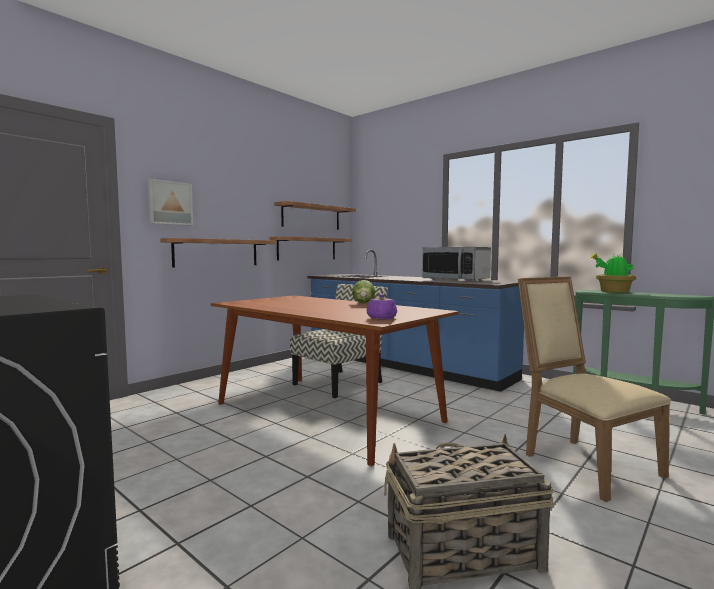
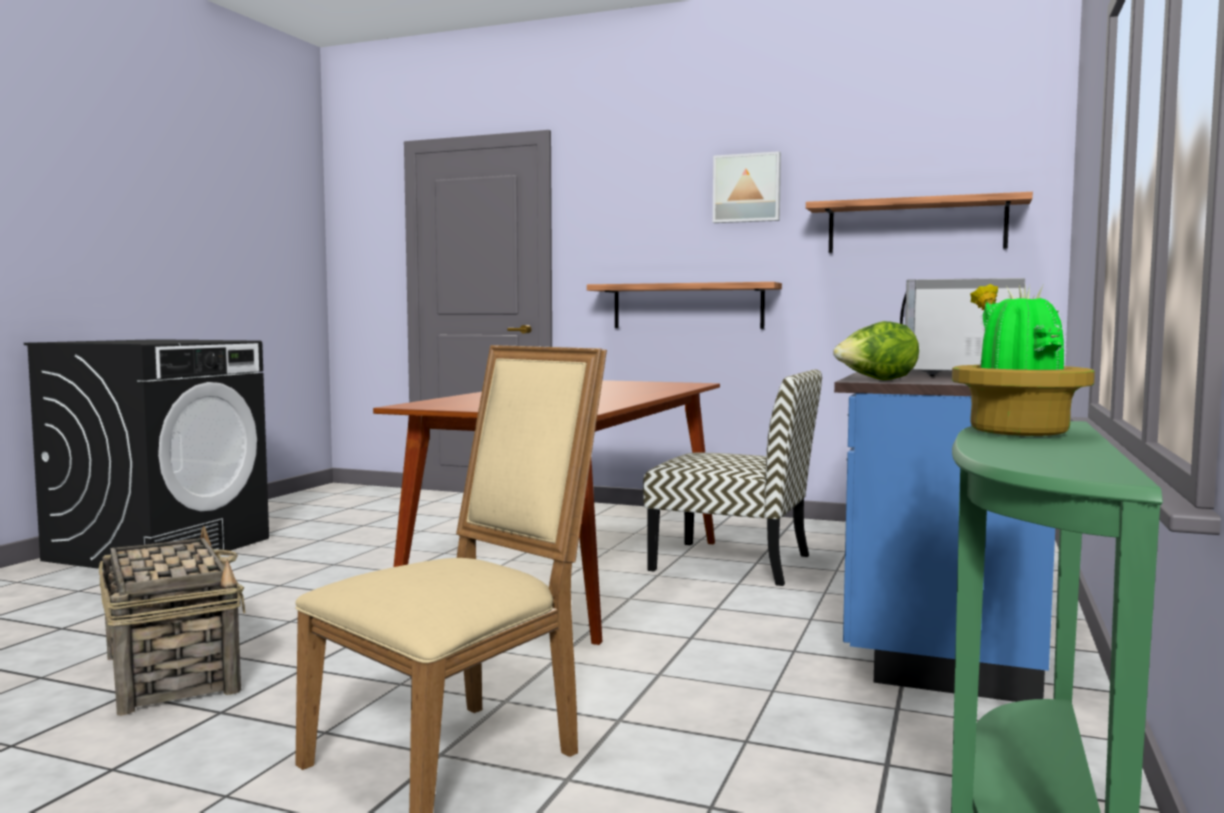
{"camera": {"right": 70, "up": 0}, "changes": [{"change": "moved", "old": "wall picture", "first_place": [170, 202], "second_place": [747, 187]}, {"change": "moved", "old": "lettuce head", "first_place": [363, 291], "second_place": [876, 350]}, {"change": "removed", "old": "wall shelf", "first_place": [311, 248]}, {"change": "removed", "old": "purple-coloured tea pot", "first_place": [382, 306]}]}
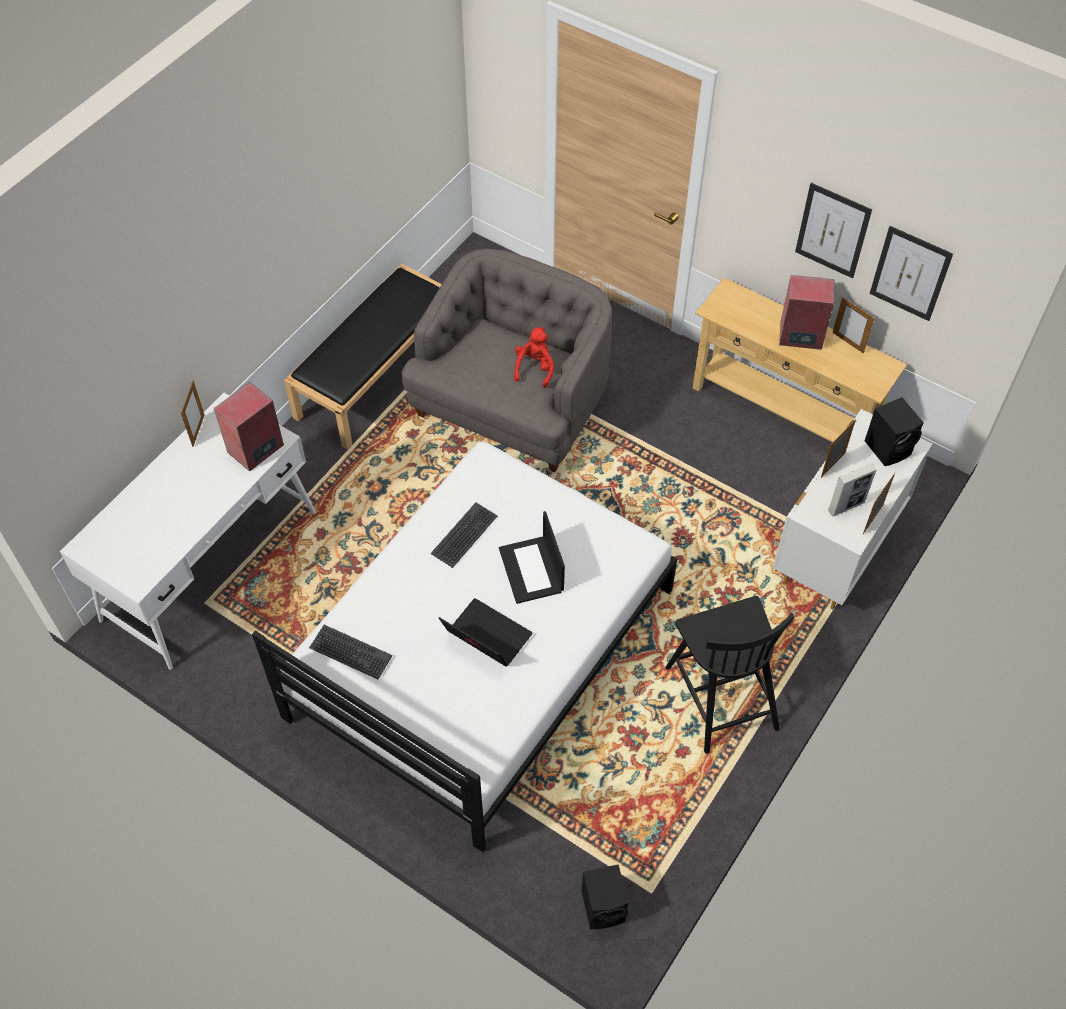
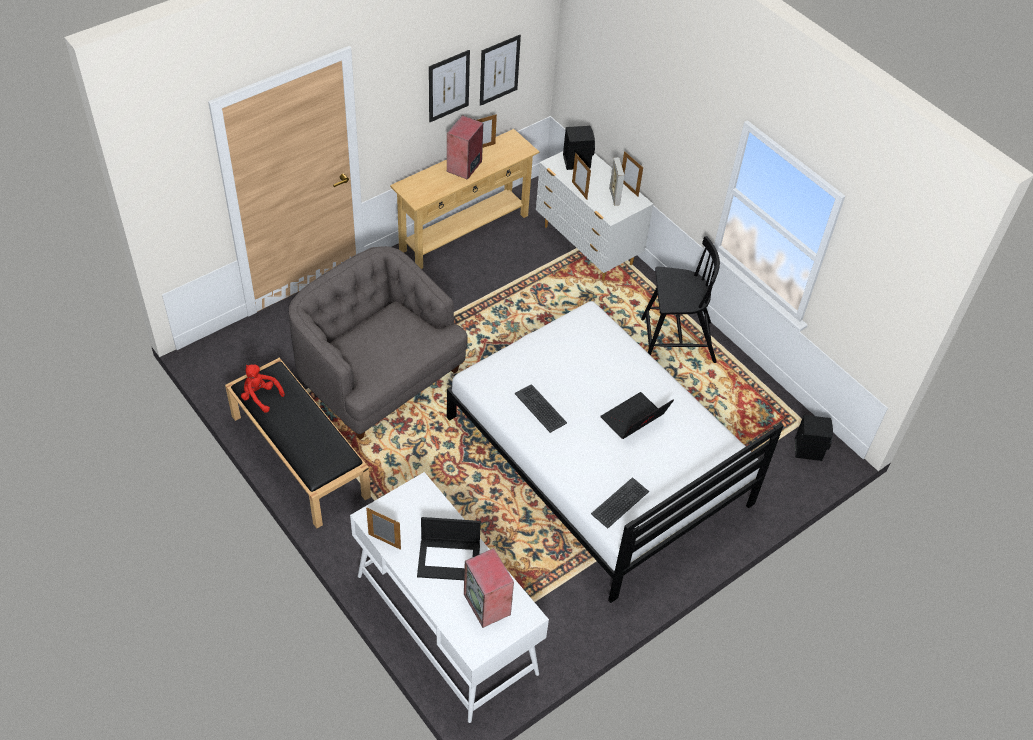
{"camera": {"right": -75, "up": -5}, "changes": [{"change": "moved", "old": "reddish soft toy", "first_place": [534, 357], "second_place": [263, 388]}, {"change": "moved", "old": "laptop", "first_place": [532, 557], "second_place": [449, 548]}, {"change": "moved", "old": "speaker", "first_place": [249, 427], "second_place": [489, 588]}]}
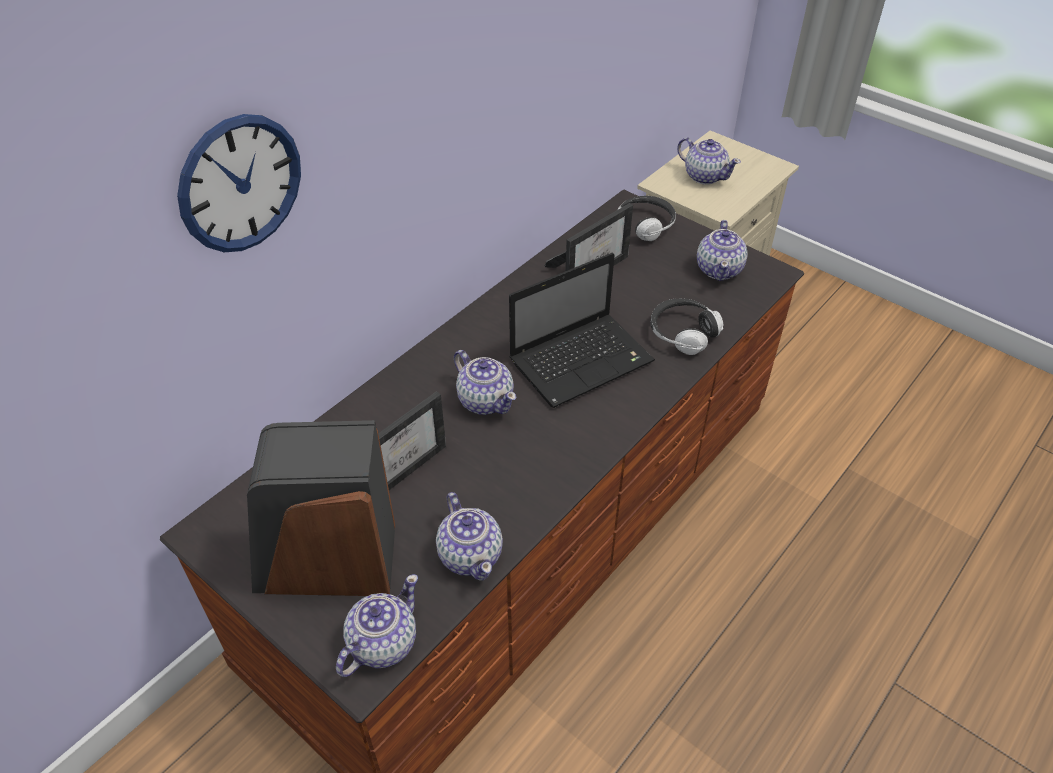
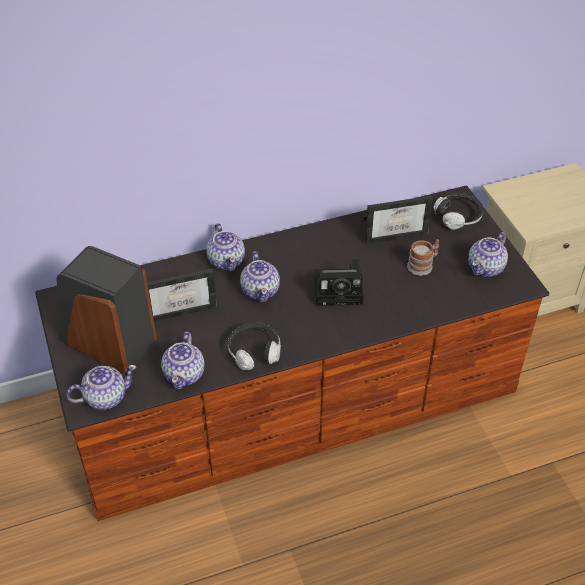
{"camera": {"right": 30, "up": 0}, "changes": [{"change": "moved", "old": "tea pot", "first_place": [709, 161], "second_place": [226, 247]}, {"change": "moved", "old": "pair of headphones", "first_place": [686, 326], "second_place": [254, 346]}, {"change": "replaced", "old": "laptop", "new": "still camera", "first_place": [582, 330], "second_place": [338, 282]}, {"change": "added", "new": "tea mug", "second_place": [423, 257]}, {"change": "removed", "old": "clock on the wall", "first_place": [239, 183]}]}
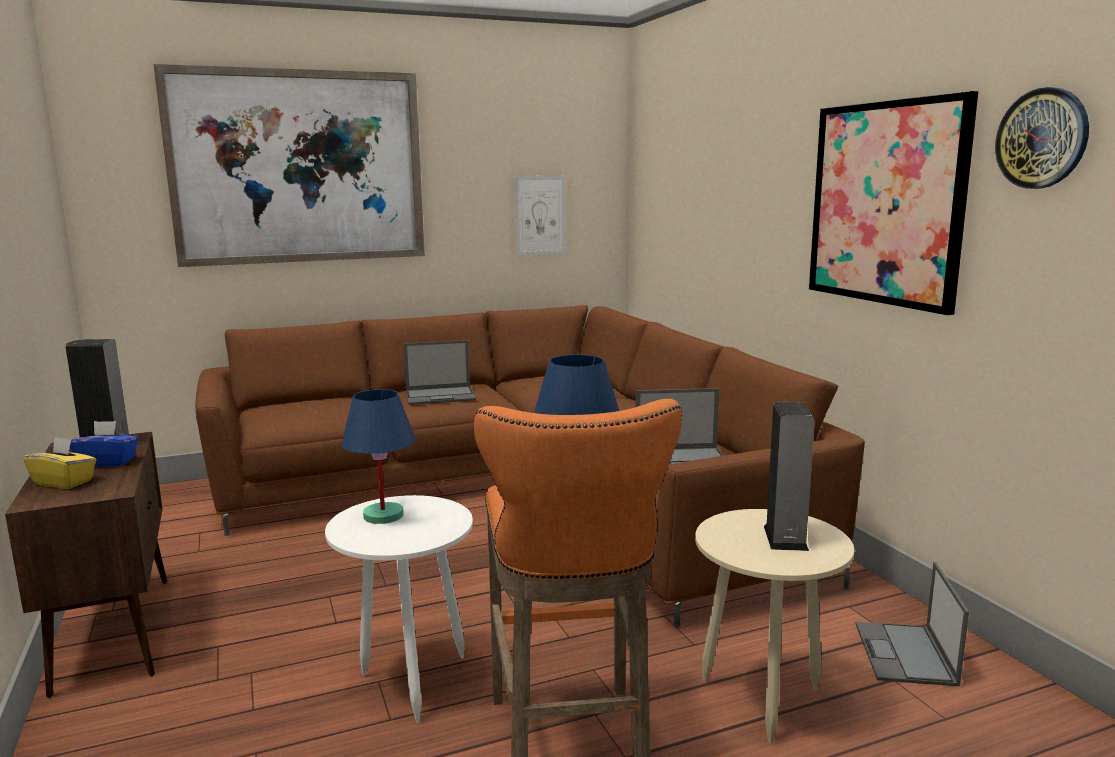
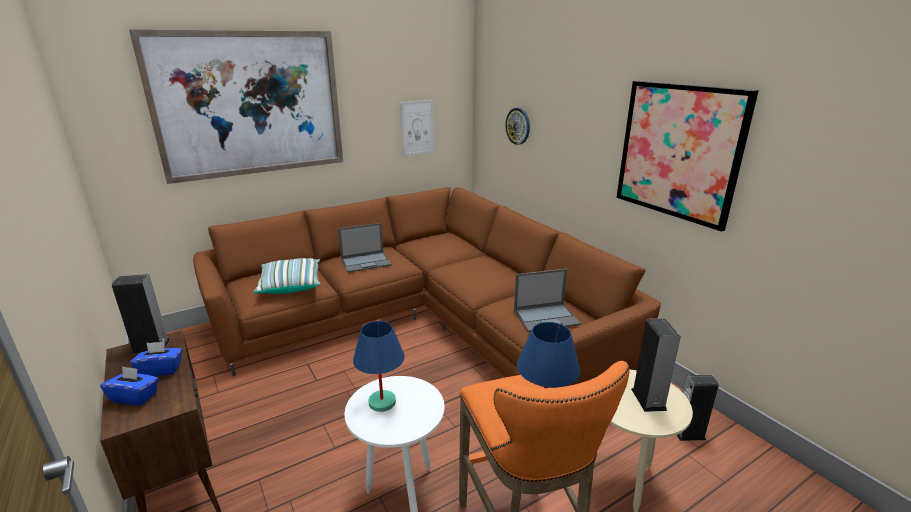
{"camera": {"right": -10, "up": 10}, "changes": [{"change": "recoloured", "old": "yellowish tissue box", "new": "blue-coloured tissue box", "first_place": [59, 463], "second_place": [129, 386]}, {"change": "added", "new": "pillow", "second_place": [287, 276]}, {"change": "moved", "old": "clock on the wall", "first_place": [1042, 138], "second_place": [517, 126]}, {"change": "replaced", "old": "laptop", "new": "speaker", "first_place": [912, 624], "second_place": [698, 408]}]}
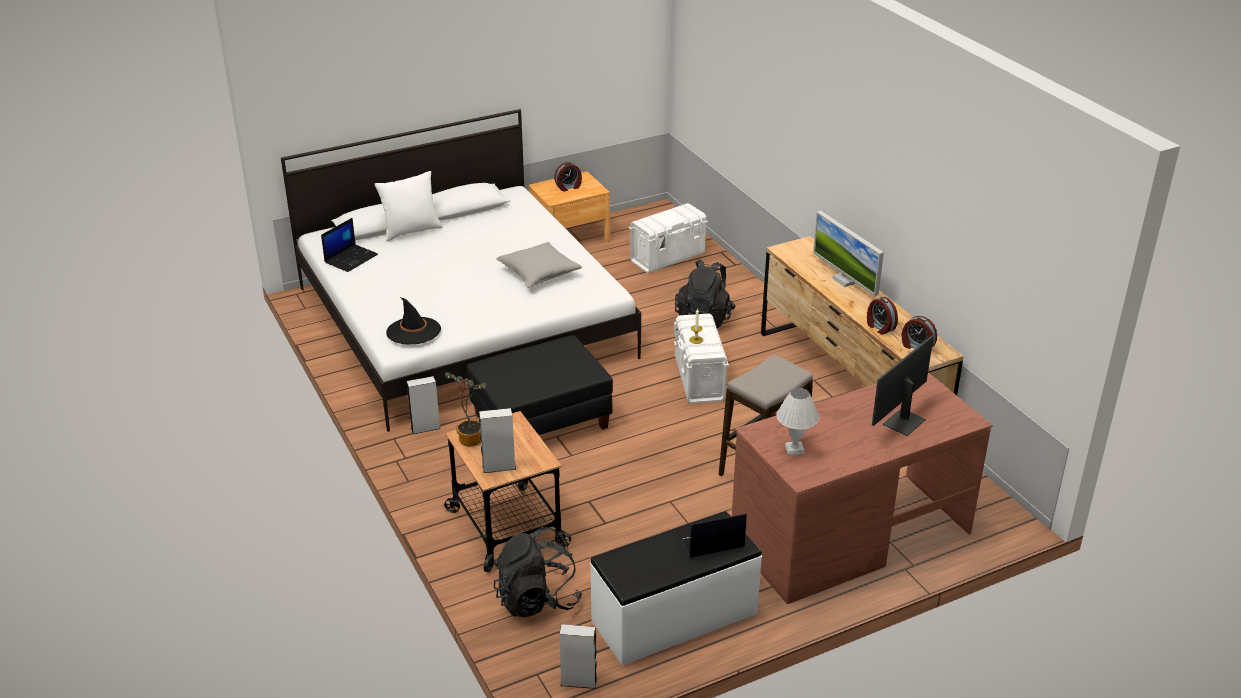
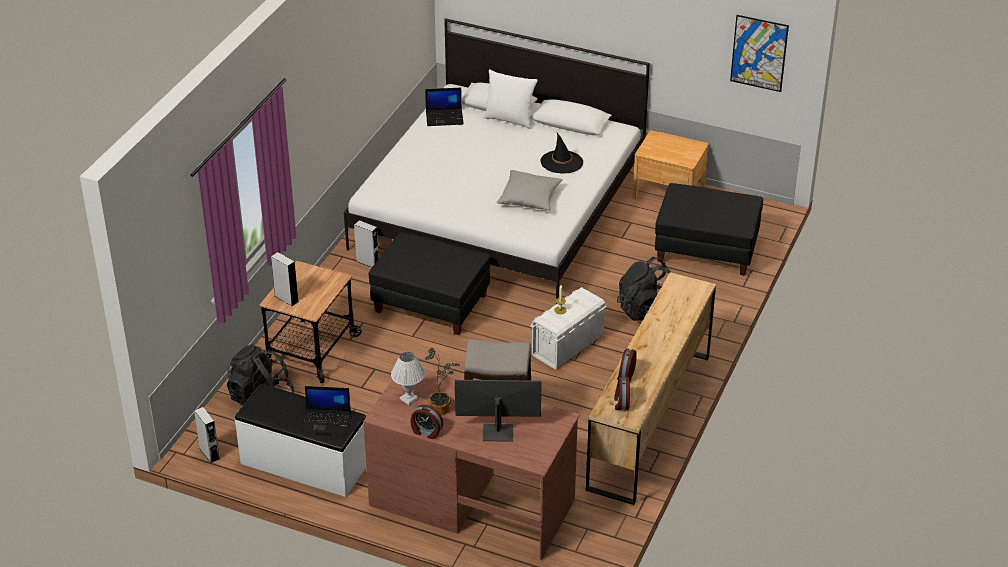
{"camera": {"right": 50, "up": 5}, "changes": [{"change": "turned", "old": "laptop", "first_place": [712, 535], "second_place": [326, 410], "degrees": 150}, {"change": "moved", "old": "bedside clock", "first_place": [568, 177], "second_place": [426, 422]}, {"change": "moved", "old": "houseplant", "first_place": [466, 409], "second_place": [442, 381]}, {"change": "moved", "old": "black-coloured clothing hat", "first_place": [413, 320], "second_place": [561, 153]}, {"change": "replaced", "old": "white-coloured storage box", "new": "black-coloured pouffe", "first_place": [668, 238], "second_place": [709, 229]}, {"change": "added", "new": "wall picture", "second_place": [759, 53]}, {"change": "removed", "old": "monitor", "first_place": [848, 254]}]}
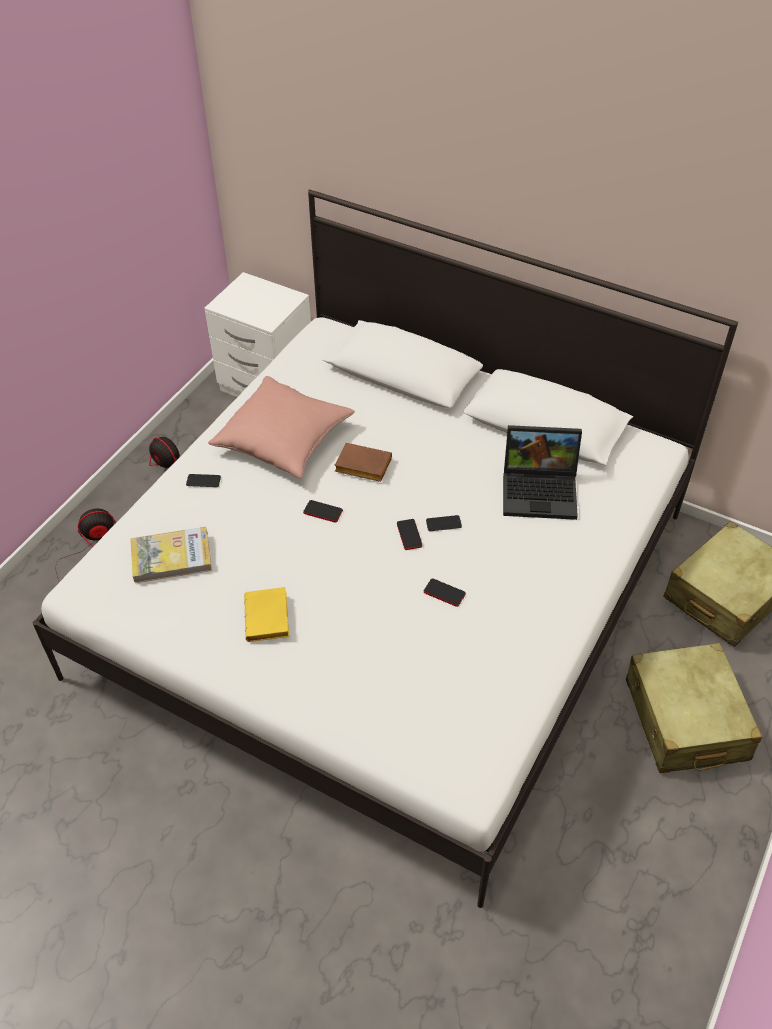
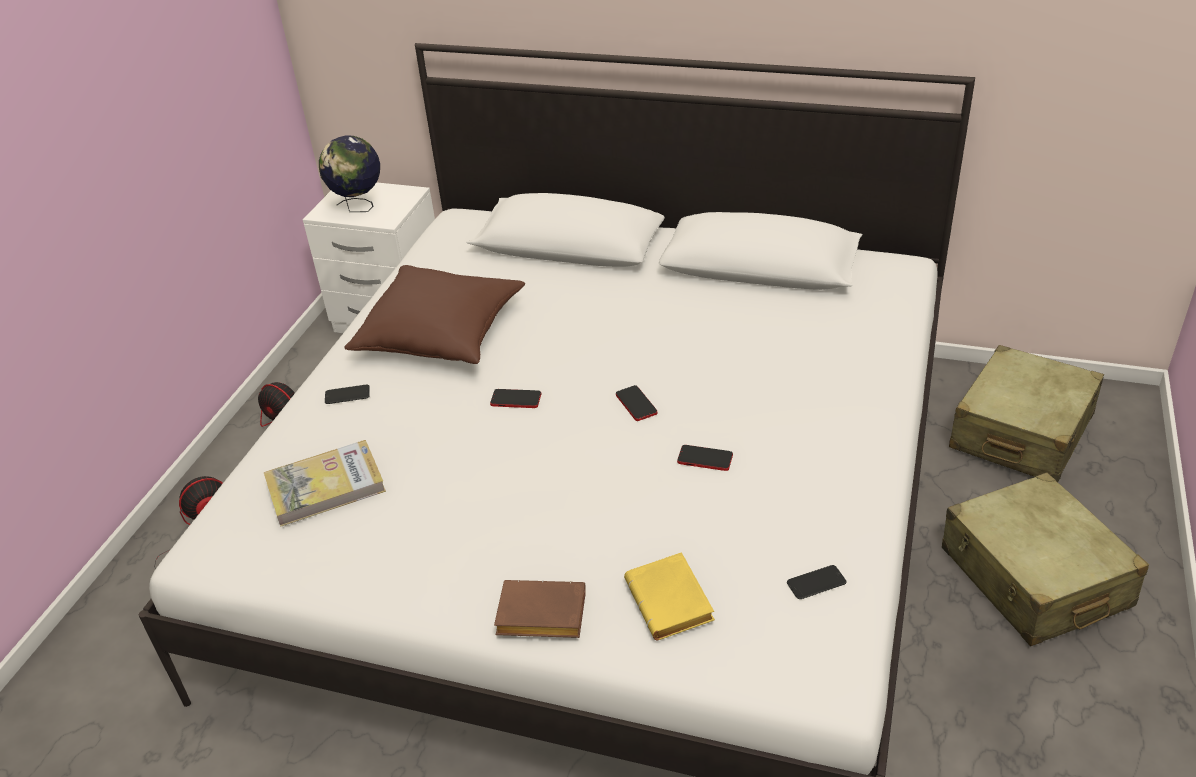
{"camera": {"right": -10, "up": -10}, "changes": [{"change": "added", "new": "world globe", "second_place": [349, 173]}, {"change": "recoloured", "old": "pink-coloured pillow", "new": "brownish pillow", "first_place": [281, 427], "second_place": [434, 314]}, {"change": "moved", "old": "brownish volume", "first_place": [363, 462], "second_place": [540, 609]}, {"change": "moved", "old": "yellowish volume", "first_place": [266, 614], "second_place": [669, 596]}, {"change": "moved", "old": "handset", "first_place": [444, 523], "second_place": [816, 582]}, {"change": "removed", "old": "laptop", "first_place": [542, 472]}]}
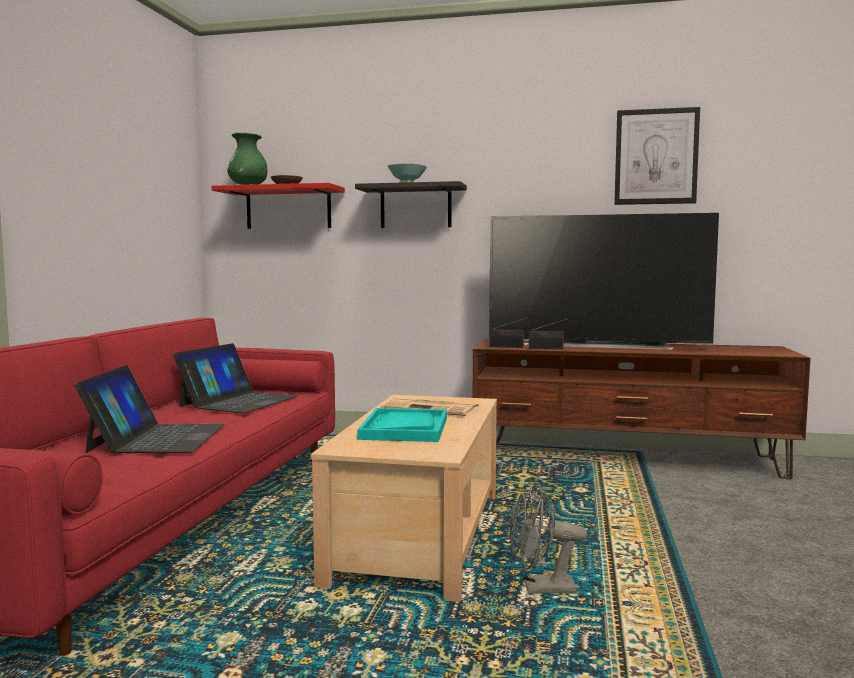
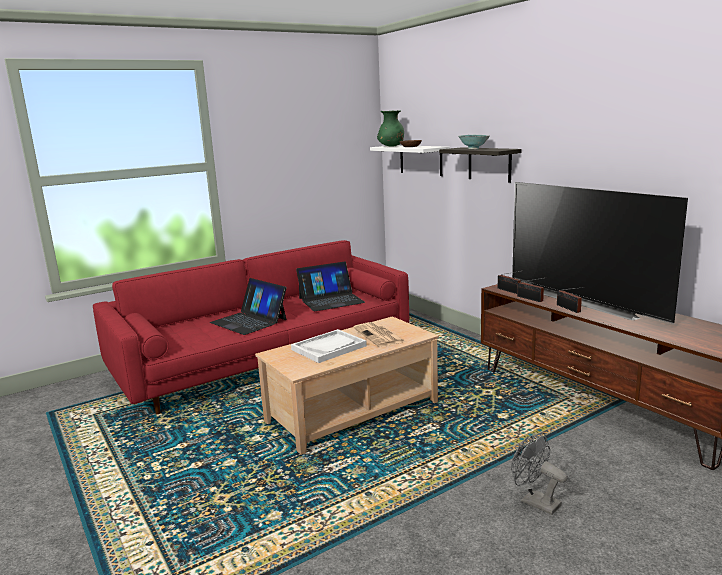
{"camera": {"right": 45, "up": 10}, "changes": [{"change": "turned", "old": "laptop", "first_place": [149, 409], "second_place": [248, 306], "degrees": 90}, {"change": "recoloured", "old": "turquoise tray", "new": "white-coloured tray", "first_place": [402, 425], "second_place": [329, 346]}, {"change": "recoloured", "old": "reddish wall shelf", "new": "white-coloured wall shelf", "first_place": [278, 206], "second_place": [409, 160]}, {"change": "moved", "old": "gray cooling fan", "first_place": [548, 538], "second_place": [539, 473]}, {"change": "added", "new": "radio receiver", "second_place": [570, 300]}, {"change": "removed", "old": "wall picture", "first_place": [657, 156]}]}
